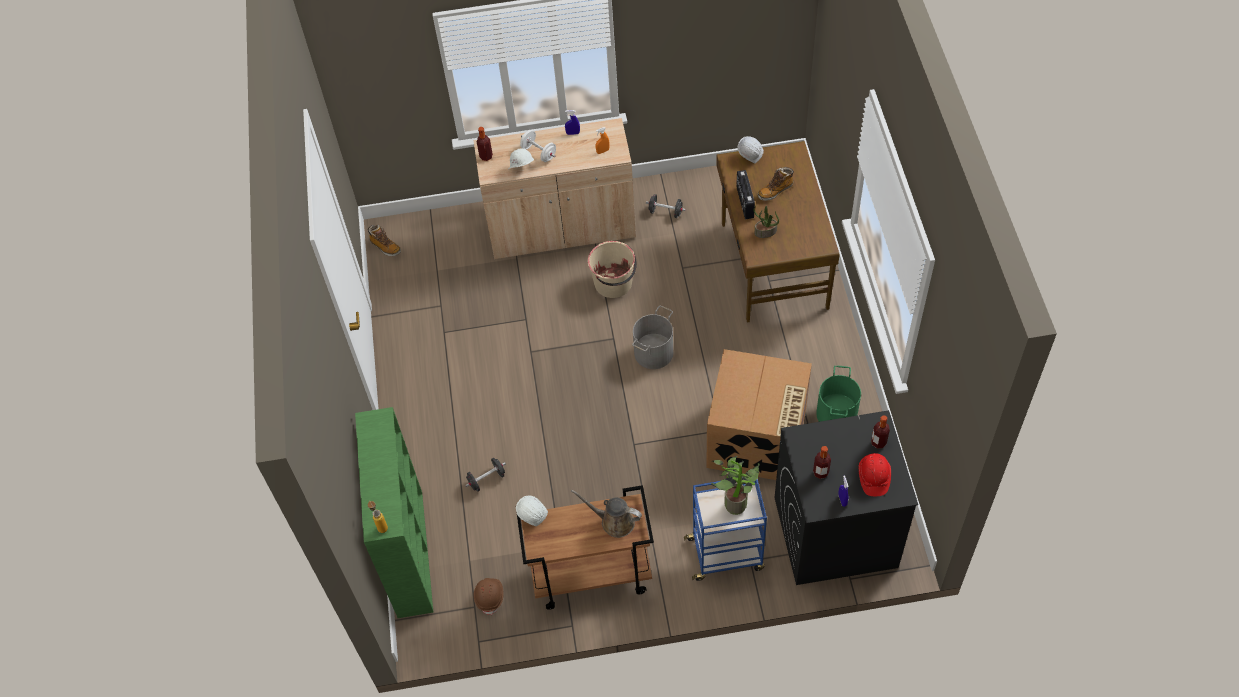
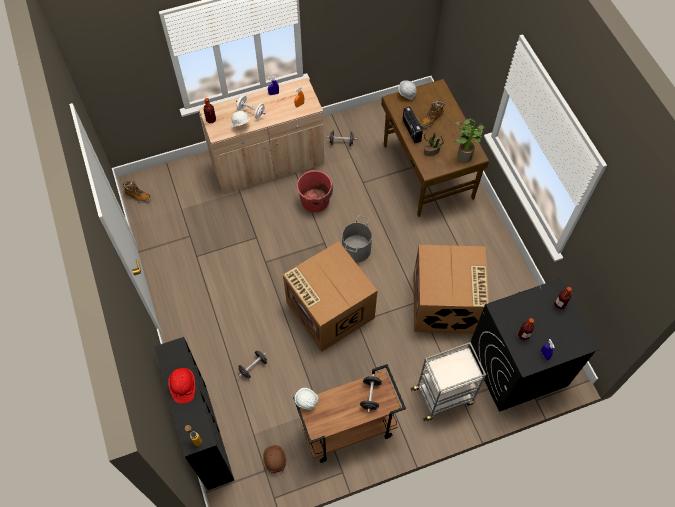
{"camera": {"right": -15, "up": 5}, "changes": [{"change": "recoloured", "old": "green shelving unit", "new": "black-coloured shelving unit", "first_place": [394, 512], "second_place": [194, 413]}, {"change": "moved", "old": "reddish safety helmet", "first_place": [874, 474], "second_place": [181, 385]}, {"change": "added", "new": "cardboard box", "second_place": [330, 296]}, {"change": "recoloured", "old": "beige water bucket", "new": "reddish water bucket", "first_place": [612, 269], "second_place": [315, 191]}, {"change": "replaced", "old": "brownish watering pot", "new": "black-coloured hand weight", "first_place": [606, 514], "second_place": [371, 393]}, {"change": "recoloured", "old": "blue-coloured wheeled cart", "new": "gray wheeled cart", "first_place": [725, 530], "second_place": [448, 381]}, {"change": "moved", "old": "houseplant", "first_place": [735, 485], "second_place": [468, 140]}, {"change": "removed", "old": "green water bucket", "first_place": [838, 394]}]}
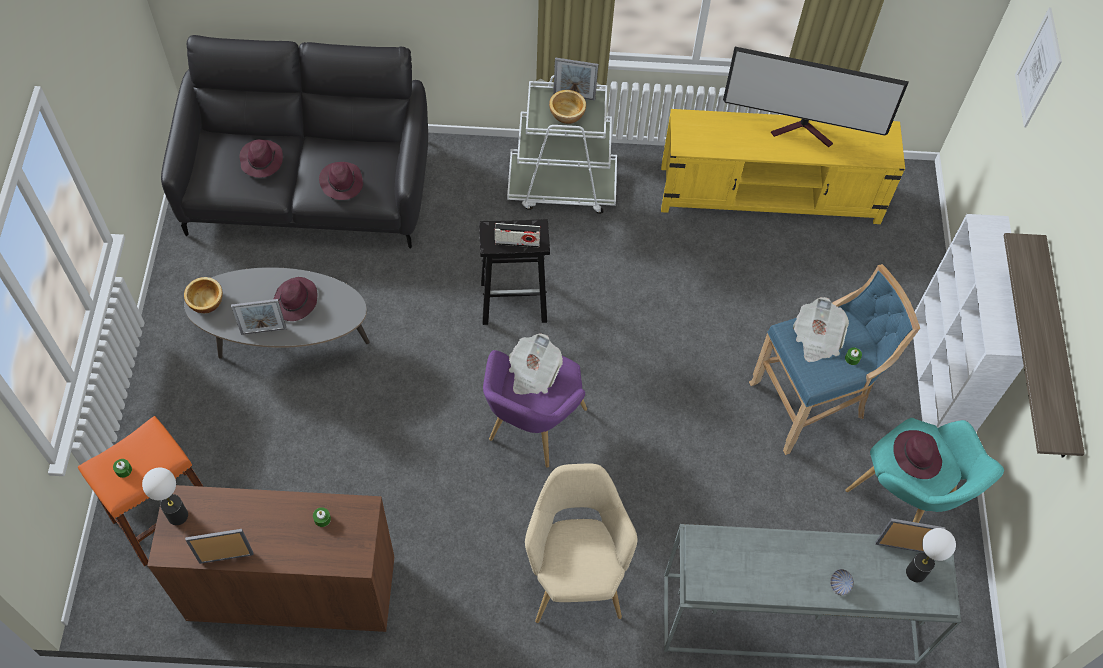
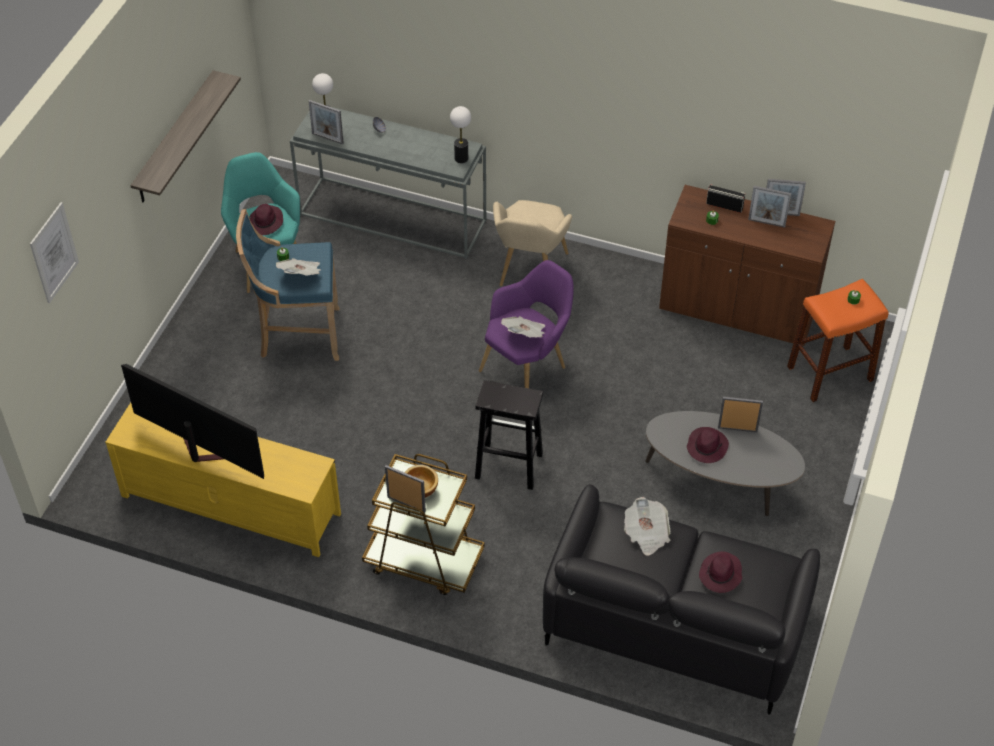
{"camera": {"right": -160, "up": -10}, "changes": [{"change": "recoloured", "old": "white-coloured wheeled cart", "new": "brownish wheeled cart", "first_place": [562, 144], "second_place": [423, 524]}, {"change": "moved", "old": "tabletop lamp", "first_place": [165, 496], "second_place": [460, 134]}, {"change": "replaced", "old": "purple-coloured clothing hat", "new": "printed paper", "first_place": [341, 181], "second_place": [647, 526]}, {"change": "moved", "old": "radio receiver", "first_place": [517, 235], "second_place": [725, 198]}, {"change": "added", "new": "standing frame", "second_place": [770, 207]}, {"change": "removed", "old": "serving bowl", "first_place": [203, 295]}, {"change": "removed", "old": "white-coloured shelving unit", "first_place": [968, 323]}]}
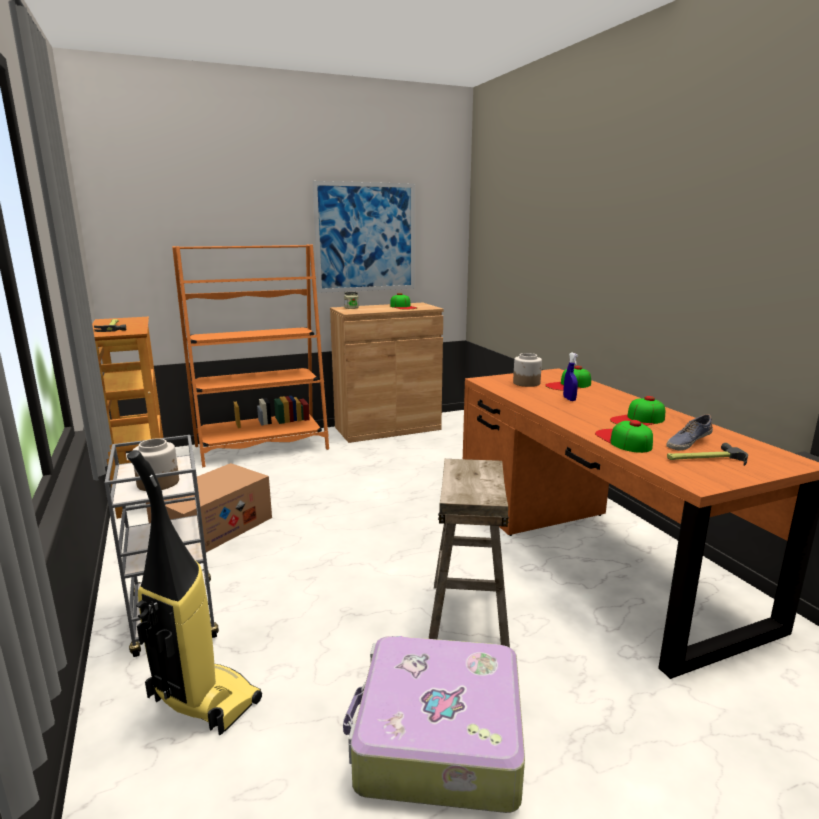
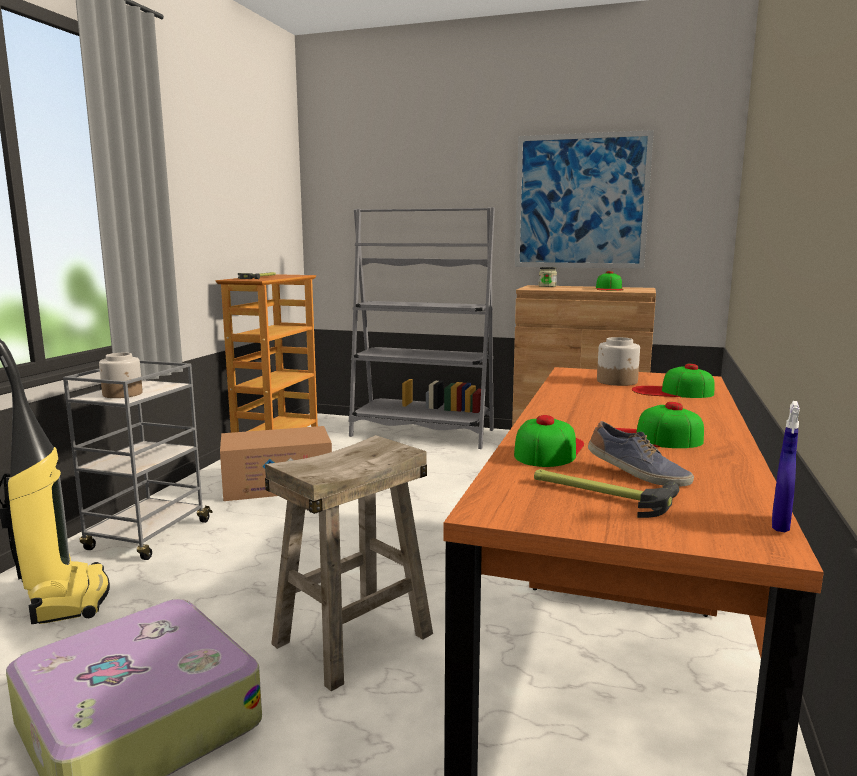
{"camera": {"right": 40, "up": -5}, "changes": [{"change": "recoloured", "old": "orange shelving unit", "new": "gray shelving unit", "first_place": [250, 355], "second_place": [422, 328]}, {"change": "turned", "old": "item of footwear", "first_place": [689, 432], "second_place": [641, 454], "degrees": -150}, {"change": "moved", "old": "blue-coloured sprayer", "first_place": [570, 376], "second_place": [786, 466]}]}
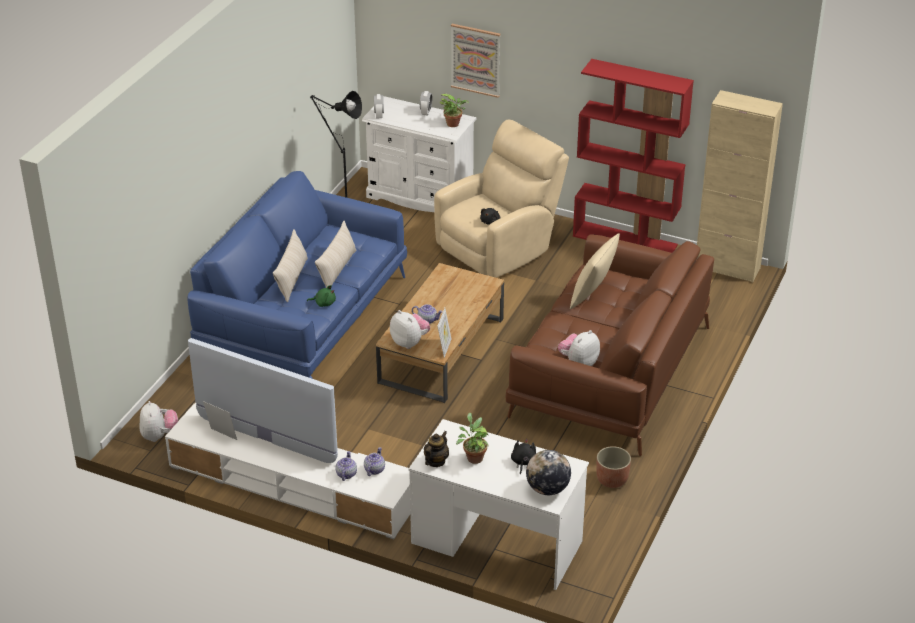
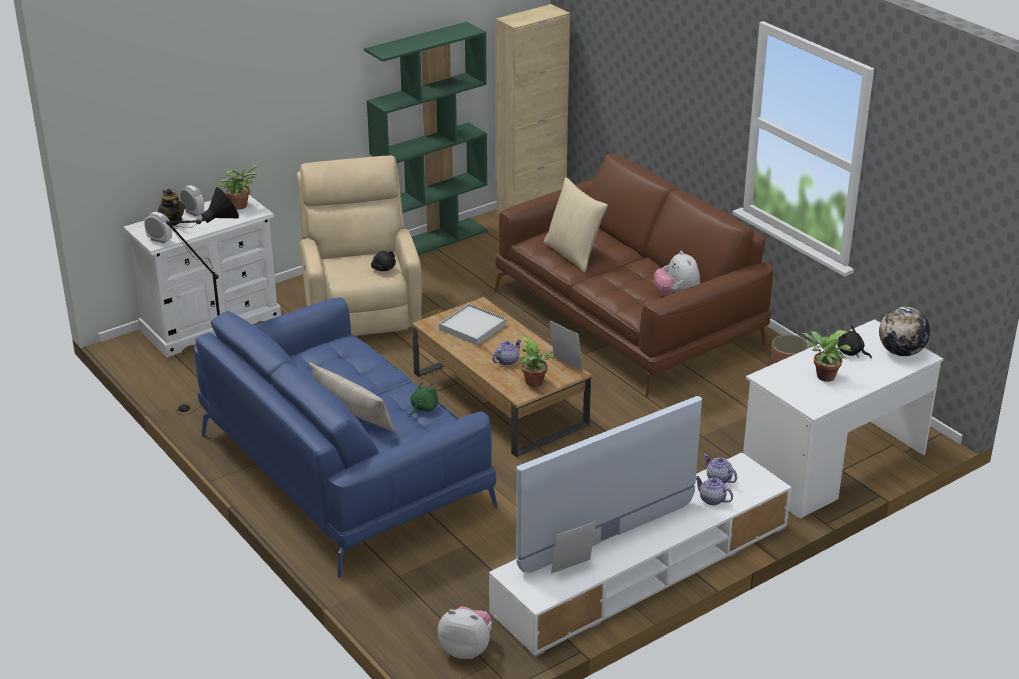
{"camera": {"right": -60, "up": -5}, "changes": [{"change": "moved", "old": "tea pot", "first_place": [436, 449], "second_place": [171, 207]}, {"change": "recoloured", "old": "reddish shelving unit", "new": "green shelving unit", "first_place": [633, 156], "second_place": [426, 138]}, {"change": "added", "new": "white-coloured tray", "second_place": [472, 324]}, {"change": "replaced", "old": "soft toy", "new": "houseplant", "first_place": [410, 329], "second_place": [537, 362]}, {"change": "removed", "old": "beige pillow", "first_place": [336, 254]}, {"change": "removed", "old": "wall picture", "first_place": [476, 61]}]}
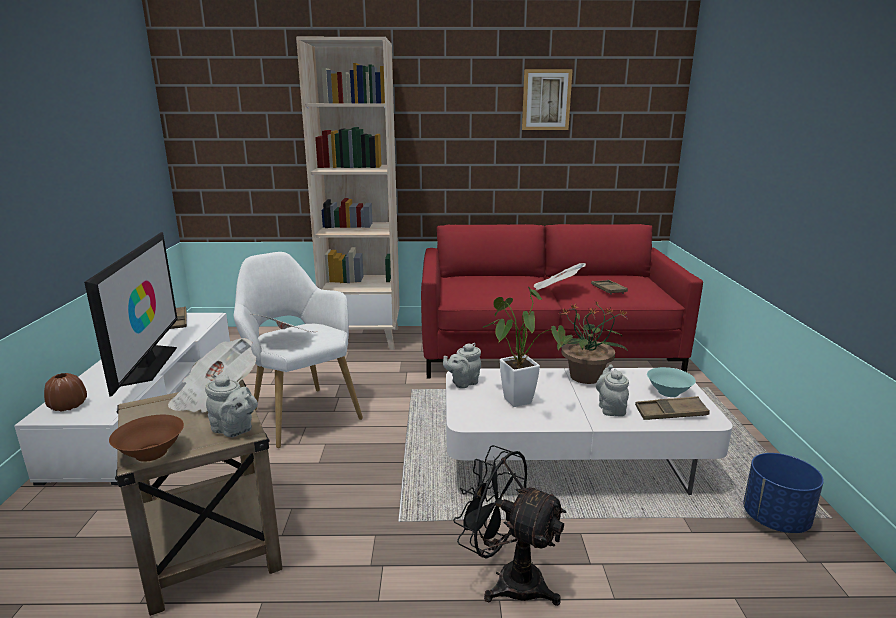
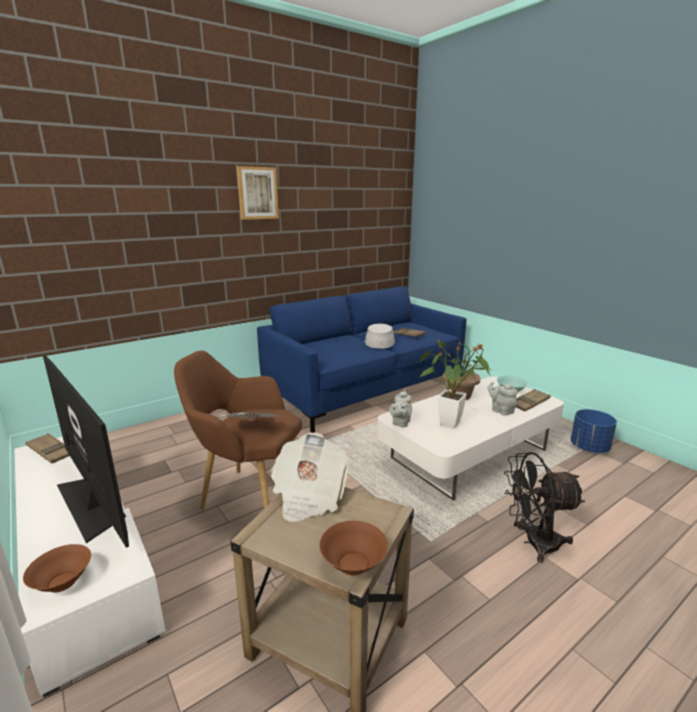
{"camera": {"right": -35, "up": 0}, "changes": [{"change": "replaced", "old": "brownish flower vase", "new": "brownish serving bowl", "first_place": [65, 392], "second_place": [57, 568]}, {"change": "recoloured", "old": "white-coloured lounge chair", "new": "brownish lounge chair", "first_place": [298, 350], "second_place": [238, 430]}, {"change": "moved", "old": "wall picture", "first_place": [547, 99], "second_place": [258, 193]}, {"change": "recoloured", "old": "reddish sofa", "new": "blue-coloured sofa", "first_place": [562, 301], "second_place": [361, 359]}, {"change": "replaced", "old": "printed paper", "new": "gray clothing hat", "first_place": [560, 277], "second_place": [380, 336]}, {"change": "removed", "old": "gray tea pot", "first_place": [231, 405]}, {"change": "removed", "old": "beige shelving unit", "first_place": [348, 193]}]}
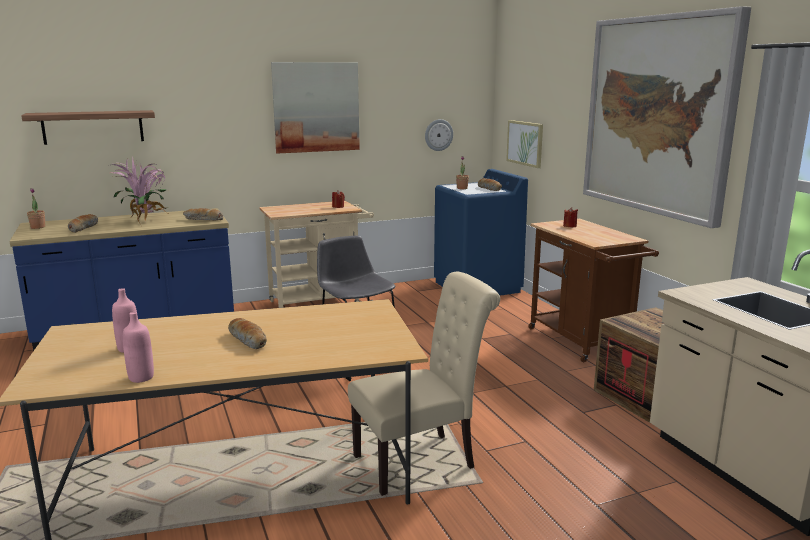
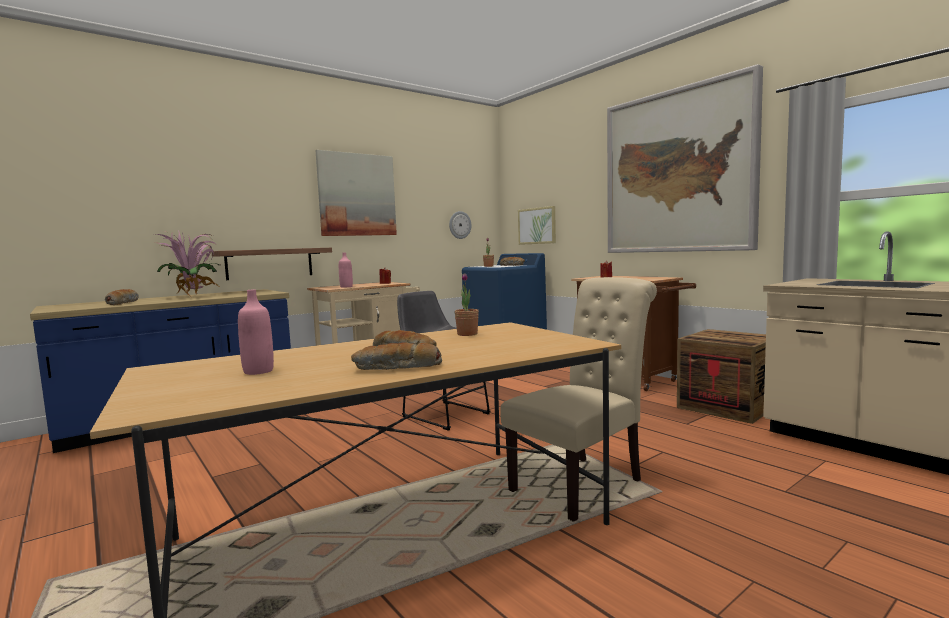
{"camera": {"right": -15, "up": -10}, "changes": [{"change": "moved", "old": "wall shelf", "first_place": [88, 127], "second_place": [272, 264]}, {"change": "moved", "old": "pink-coloured drink bottle", "first_place": [138, 347], "second_place": [346, 270]}, {"change": "moved", "old": "baked bread", "first_place": [203, 214], "second_place": [396, 356]}, {"change": "moved", "old": "houseplant", "first_place": [36, 208], "second_place": [466, 304]}]}
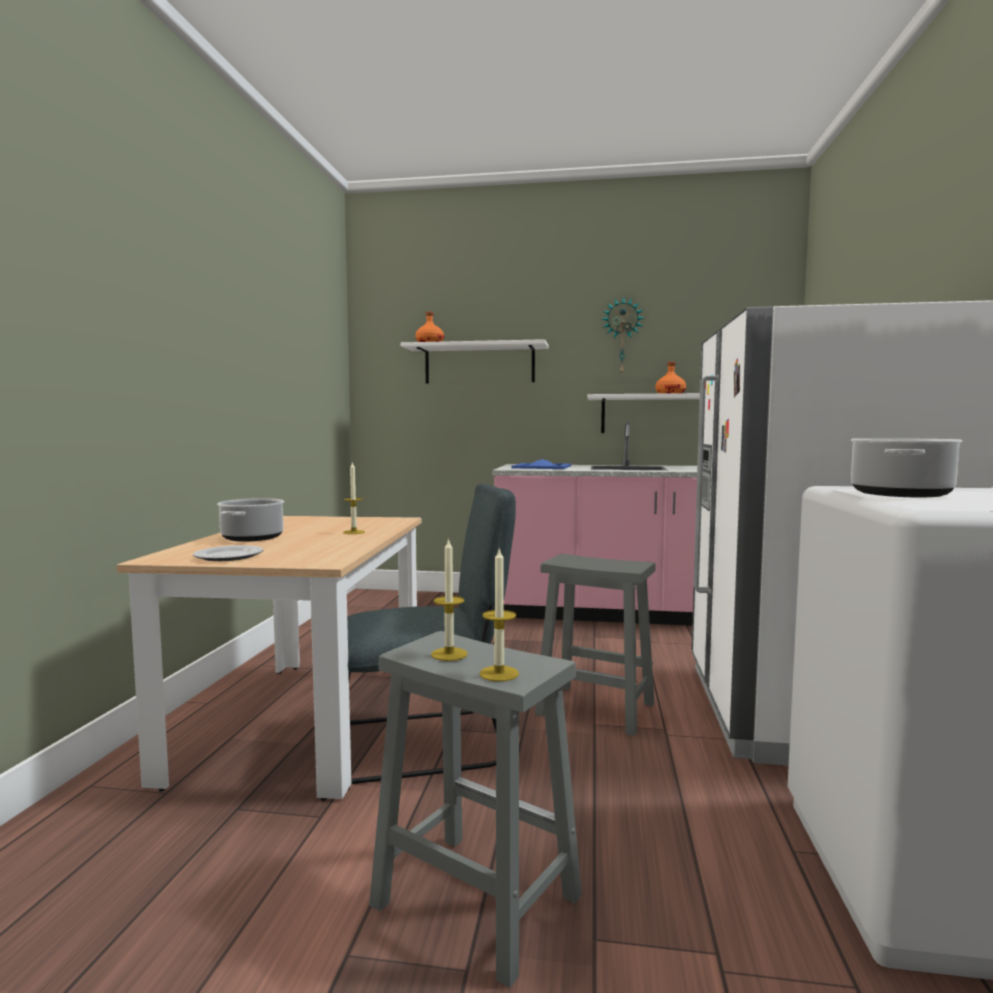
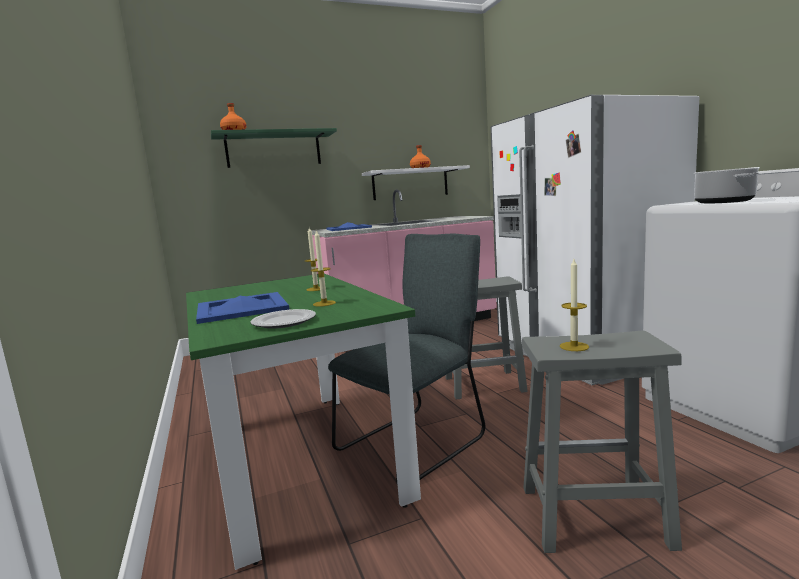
{"camera": {"right": -30, "up": 5}, "changes": [{"change": "recoloured", "old": "beige dining table", "new": "green dining table", "first_place": [269, 658], "second_place": [303, 421]}, {"change": "replaced", "old": "stockpot", "new": "blue-coloured tray", "first_place": [250, 520], "second_place": [243, 308]}, {"change": "recoloured", "old": "white-coloured wall shelf", "new": "green wall shelf", "first_place": [475, 361], "second_place": [274, 148]}, {"change": "moved", "old": "wax light", "first_place": [499, 614], "second_place": [323, 268]}, {"change": "removed", "old": "clock on the wall", "first_place": [623, 336]}]}
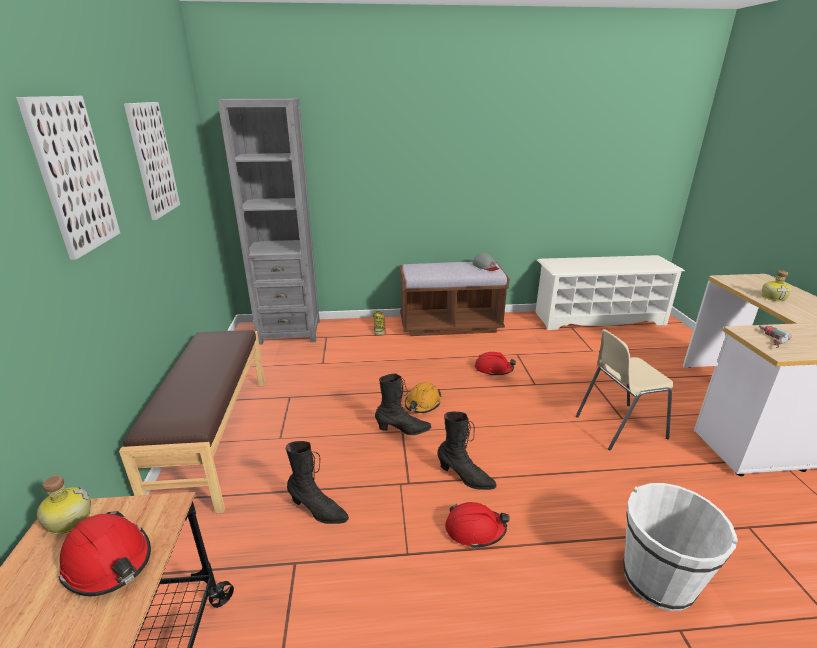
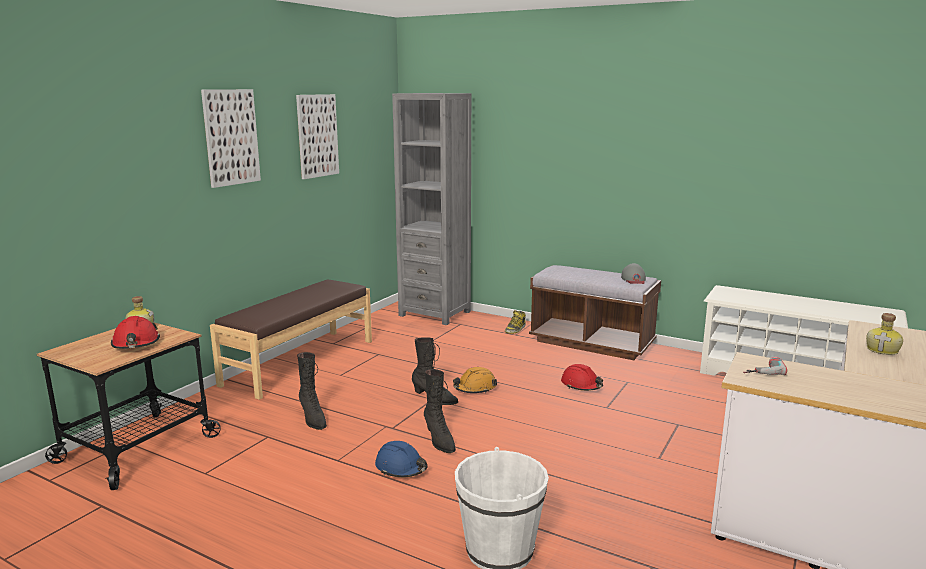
{"camera": {"right": 35, "up": -10}, "changes": [{"change": "recoloured", "old": "reddish safety helmet", "new": "blue-coloured safety helmet", "first_place": [477, 525], "second_place": [401, 459]}, {"change": "removed", "old": "beige upright chair", "first_place": [624, 390]}]}
